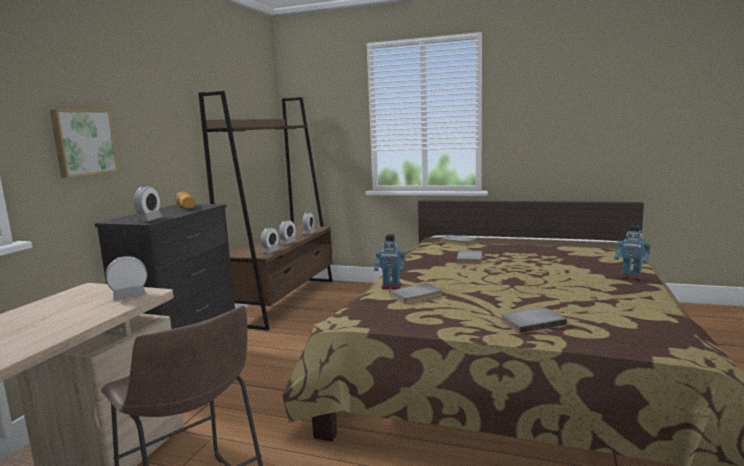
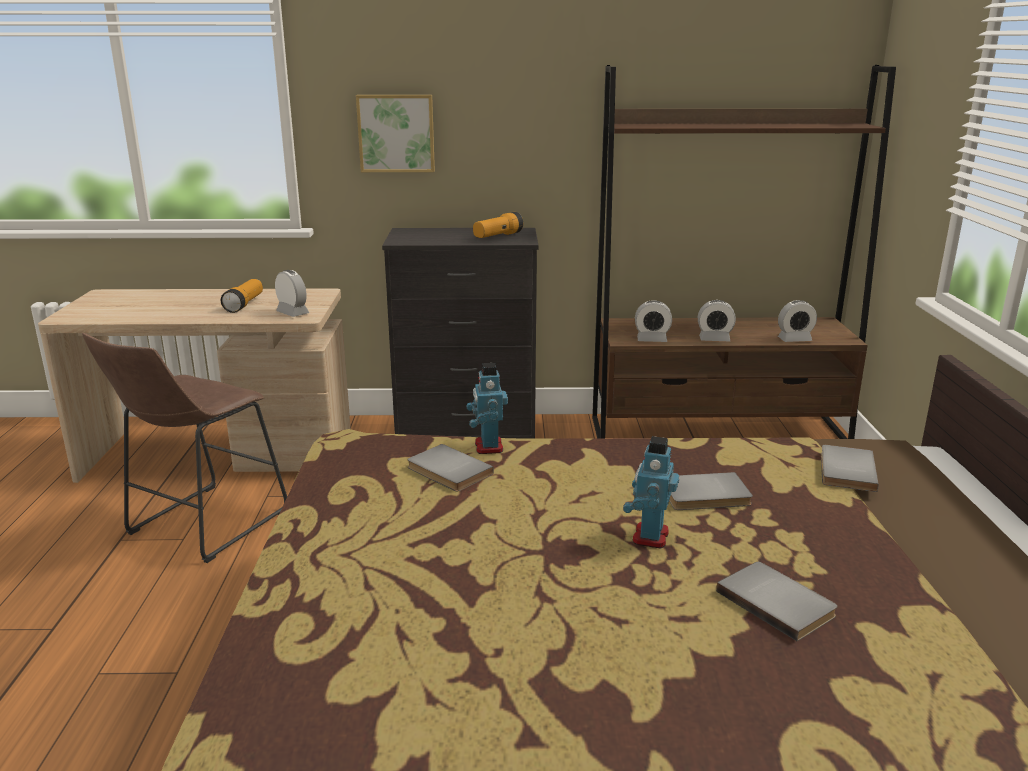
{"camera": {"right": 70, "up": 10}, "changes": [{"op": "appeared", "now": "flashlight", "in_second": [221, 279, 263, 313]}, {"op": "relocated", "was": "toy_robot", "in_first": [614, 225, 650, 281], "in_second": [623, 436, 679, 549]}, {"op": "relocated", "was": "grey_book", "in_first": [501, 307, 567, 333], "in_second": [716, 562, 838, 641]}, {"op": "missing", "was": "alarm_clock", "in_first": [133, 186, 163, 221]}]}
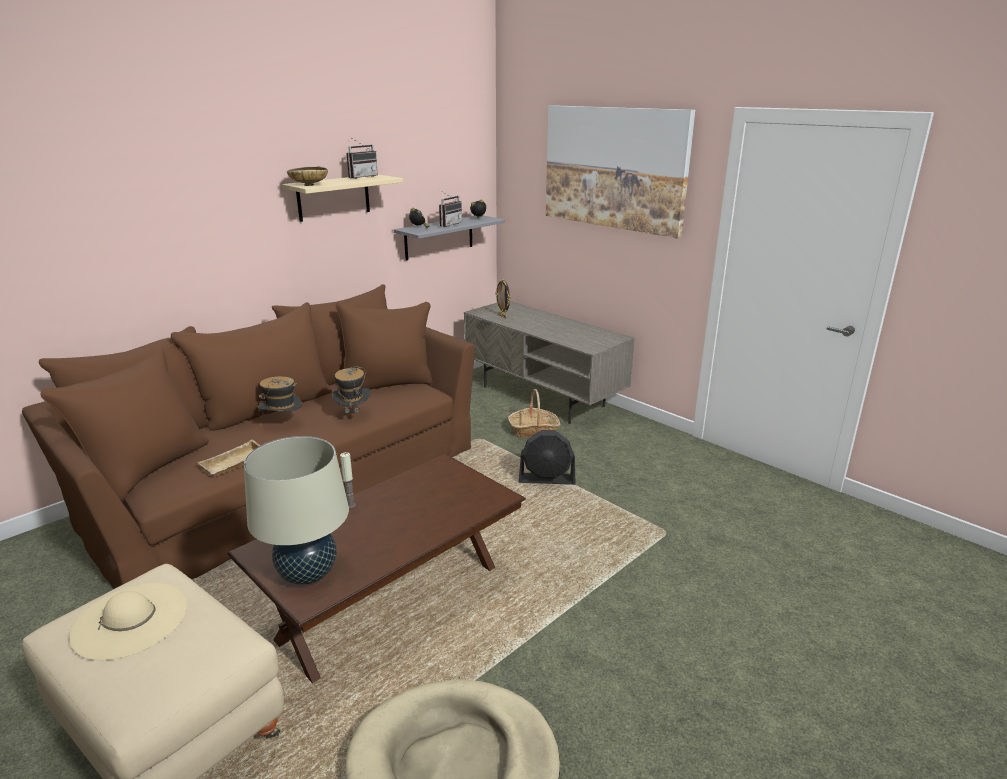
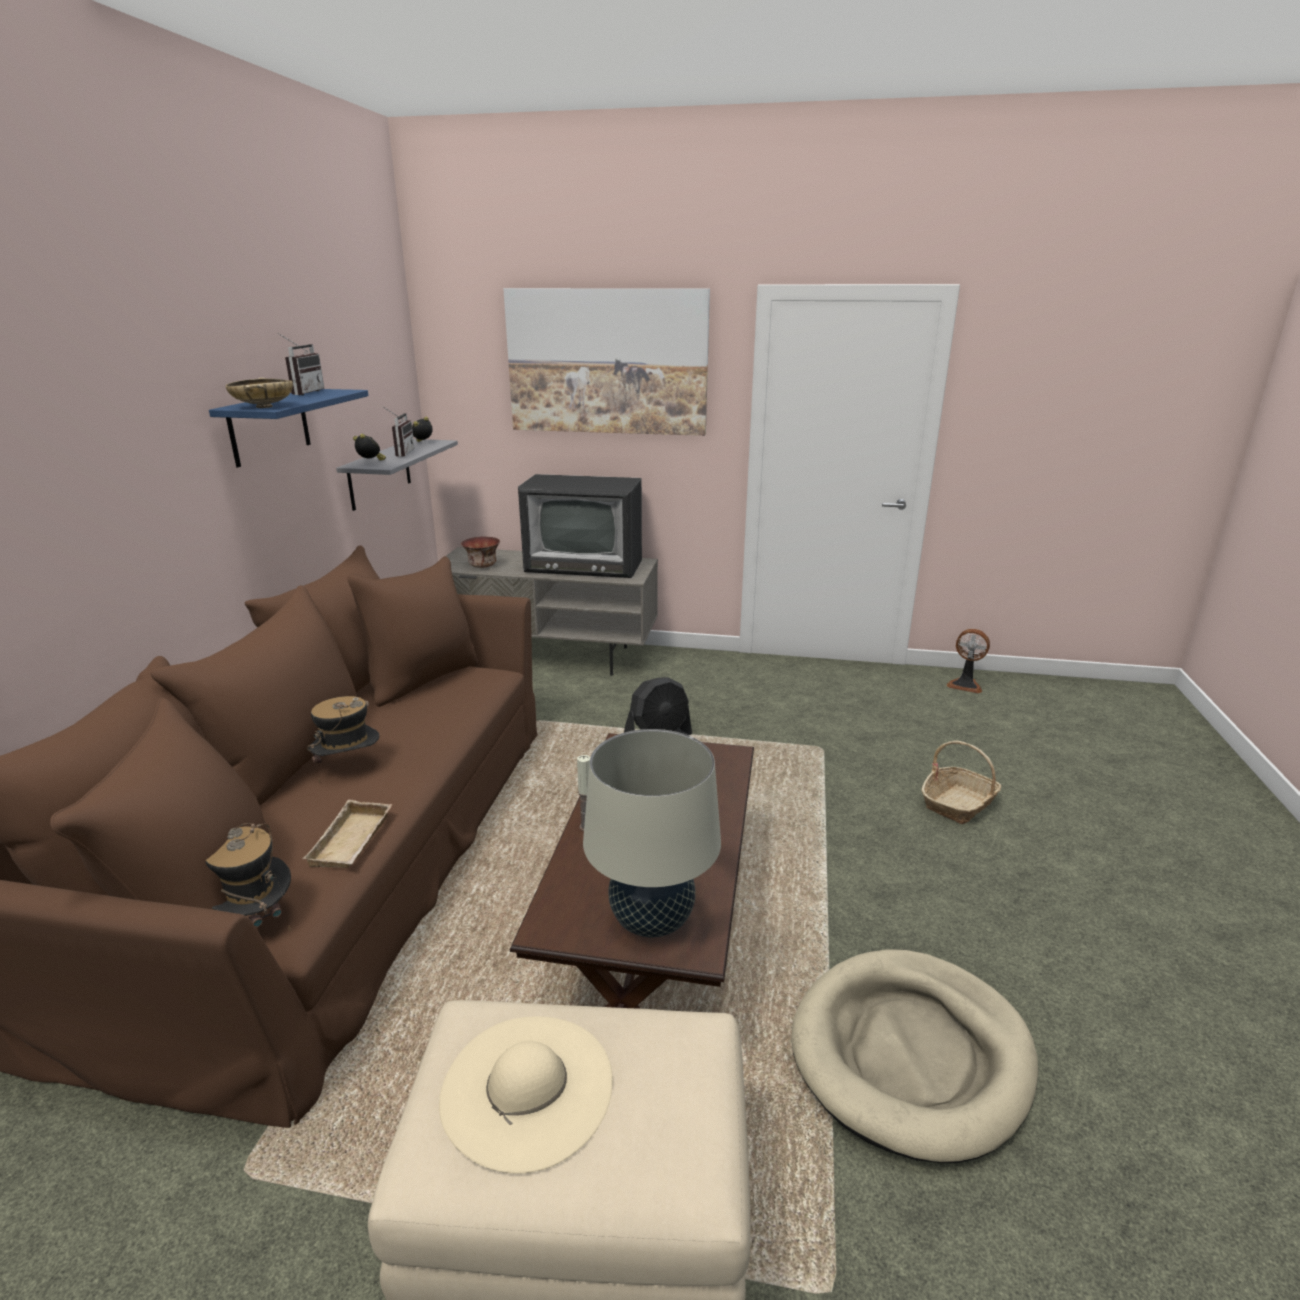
{"camera": {"right": -35, "up": 0}, "changes": [{"op": "relocated", "was": "hat", "in_first": [332, 366, 370, 422], "in_second": [206, 823, 291, 931]}, {"op": "colour", "was": "beige_shelf", "now": "blue_shelf", "in_first": [282, 174, 403, 222], "in_second": [209, 389, 368, 467]}, {"op": "exchanged", "was": "picture_frame", "now": "bowl", "in_first": [495, 279, 510, 318], "in_second": [461, 537, 500, 568]}, {"op": "appeared", "now": "television", "in_second": [518, 474, 642, 578]}, {"op": "relocated", "was": "basket", "in_first": [508, 389, 561, 437], "in_second": [921, 740, 1001, 824]}, {"op": "appeared", "now": "fan", "in_second": [946, 629, 990, 693]}]}
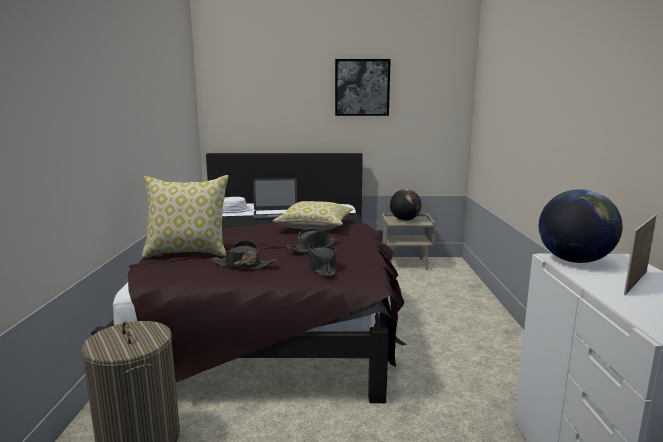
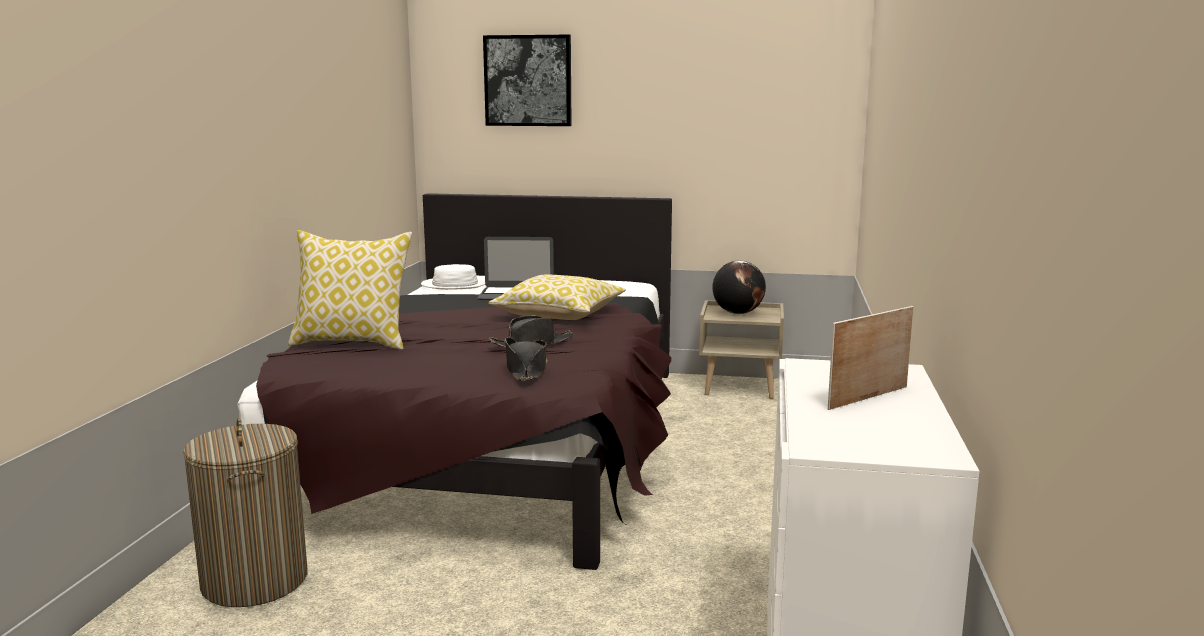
{"camera": {"right": 10, "up": 0}, "changes": [{"op": "relocated", "was": "picture", "in_first": [335, 59, 391, 116], "in_second": [483, 35, 572, 126]}, {"op": "missing", "was": "black_hat", "in_first": [211, 240, 276, 269]}, {"op": "missing", "was": "globe", "in_first": [539, 189, 623, 263]}]}
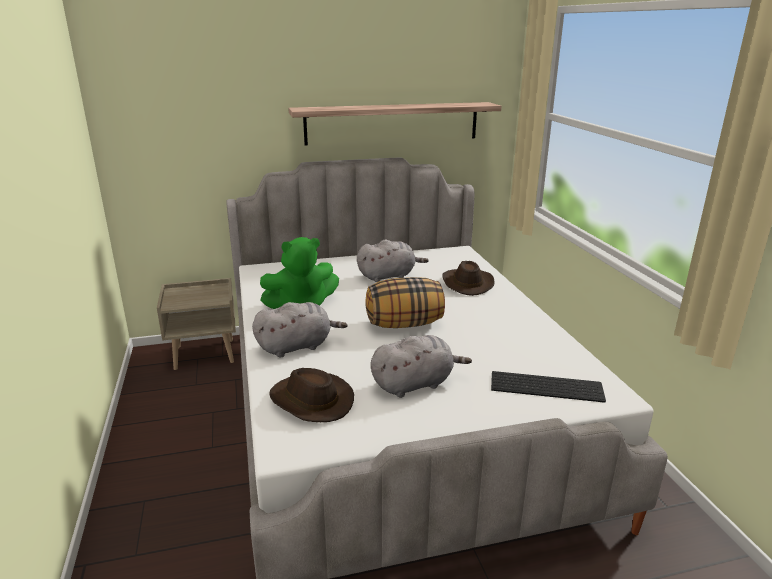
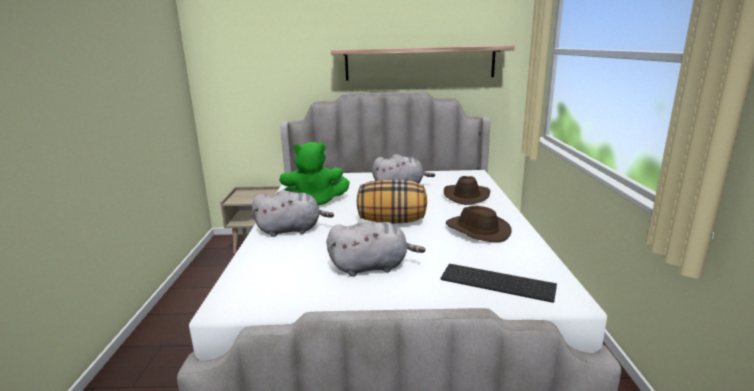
{"camera": {"right": 15, "up": -5}, "changes": [{"op": "relocated", "was": "brown_hat", "in_first": [269, 368, 354, 422], "in_second": [446, 206, 512, 242]}]}
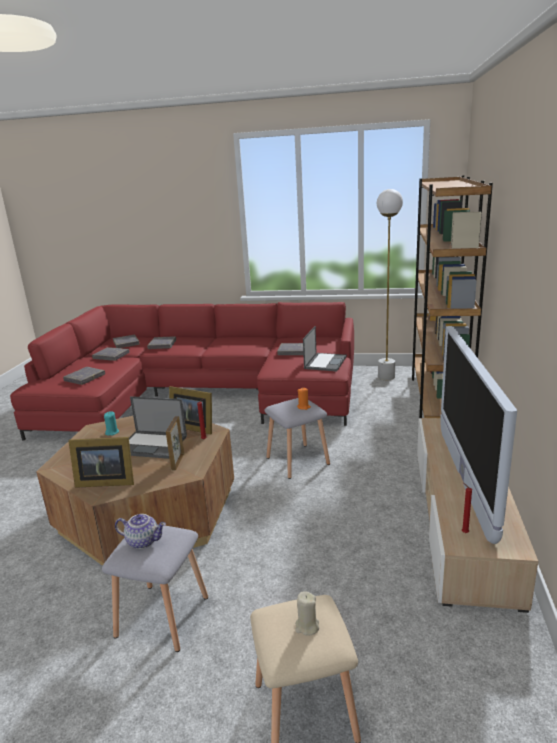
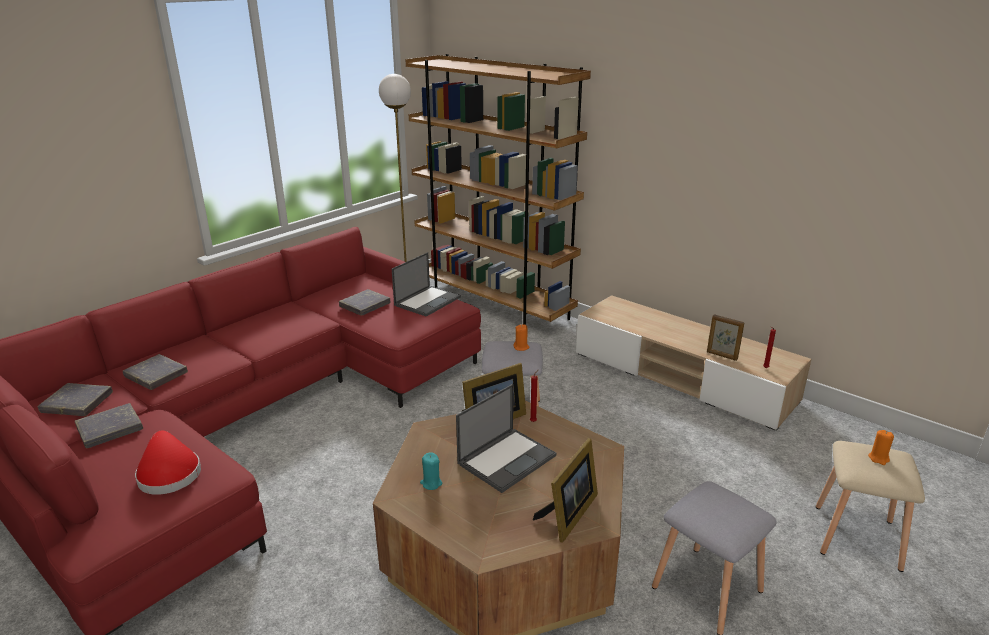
{"camera": {"right": -60, "up": 5}, "changes": [{"op": "exchanged", "was": "grey_book", "now": "red_hat", "in_first": [63, 367, 105, 385], "in_second": [135, 430, 201, 495]}, {"op": "spun", "was": "laptop", "in_first": [303, 326, 347, 372], "in_second": [392, 252, 461, 317], "clockwise": 75}, {"op": "relocated", "was": "picture_frame", "in_first": [166, 416, 184, 470], "in_second": [707, 314, 745, 361]}, {"op": "colour", "was": "beige_candle", "now": "orange_candle", "in_first": [295, 592, 319, 636], "in_second": [868, 430, 894, 465]}, {"op": "missing", "was": "teapot", "in_first": [115, 514, 166, 549]}, {"op": "missing", "was": "television", "in_first": [440, 326, 517, 544]}]}
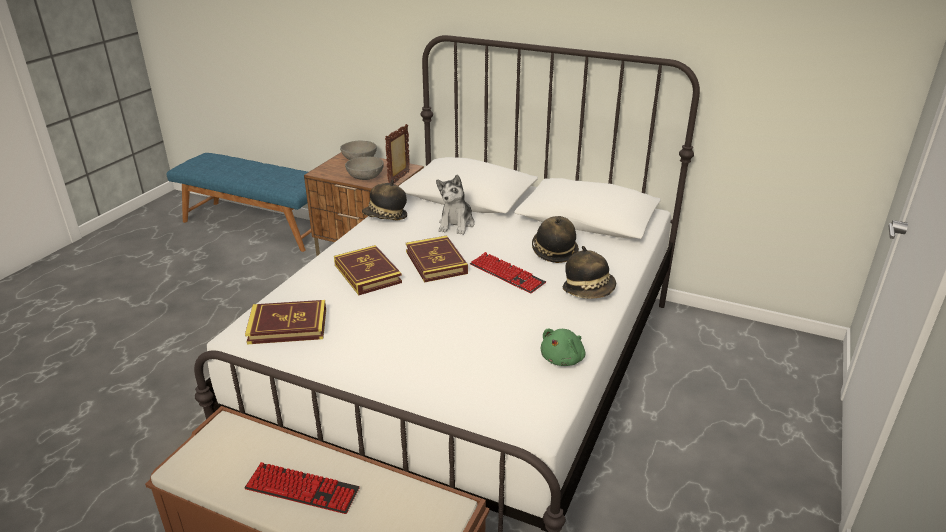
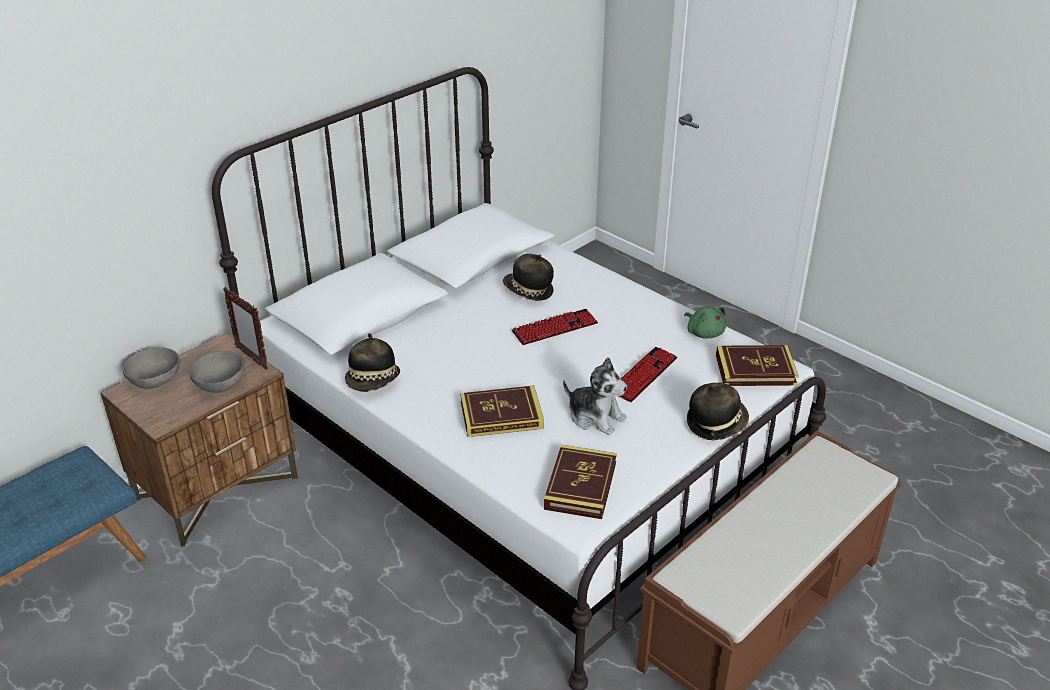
{"camera": {"right": -70, "up": 5}, "changes": [{"op": "relocated", "was": "plush_toy", "in_first": [436, 174, 475, 235], "in_second": [563, 357, 627, 435]}, {"op": "relocated", "was": "keyboard", "in_first": [244, 462, 360, 514], "in_second": [619, 347, 677, 402]}, {"op": "relocated", "was": "hat", "in_first": [563, 246, 616, 299], "in_second": [687, 383, 749, 440]}, {"op": "relocated", "was": "book", "in_first": [406, 236, 468, 283], "in_second": [716, 345, 799, 386]}]}
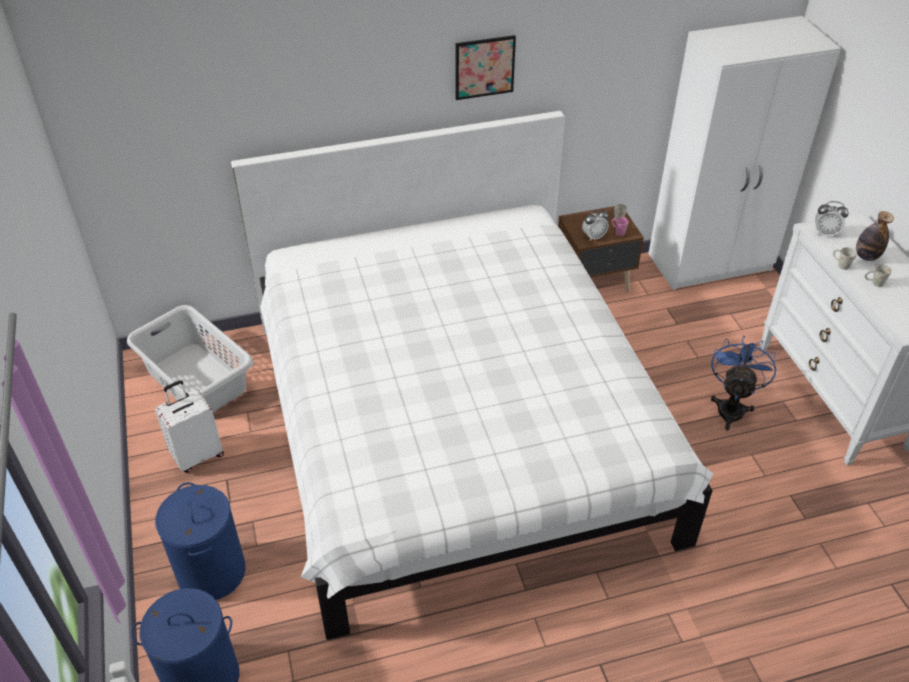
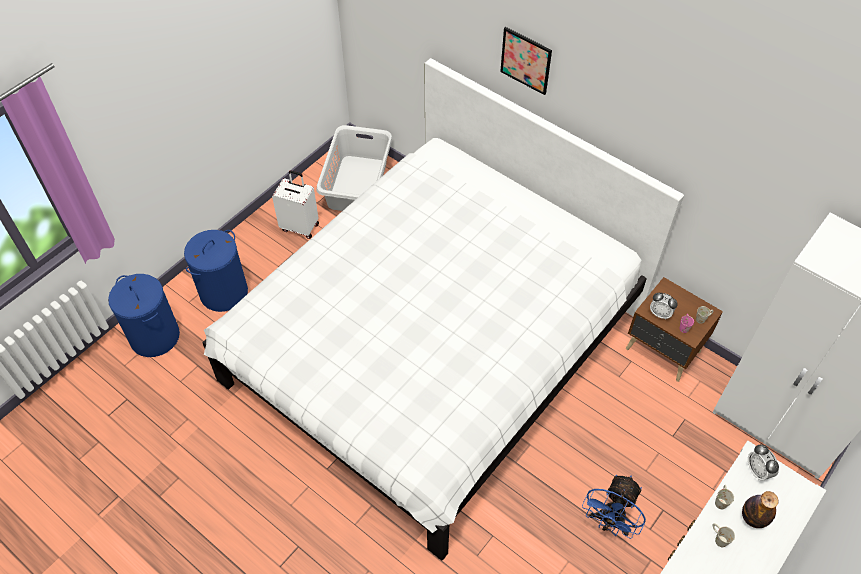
{"camera": {"right": 55, "up": 10}, "changes": [{"op": "relocated", "was": "picture", "in_first": [455, 35, 516, 100], "in_second": [500, 27, 552, 95]}, {"op": "spun", "was": "blue_fan", "in_first": [711, 335, 776, 430], "in_second": [582, 475, 646, 539], "clockwise": 135}]}
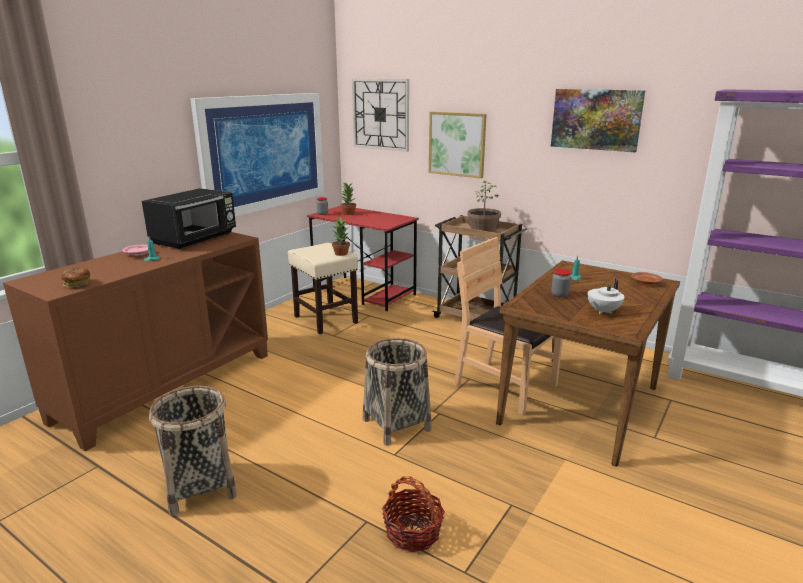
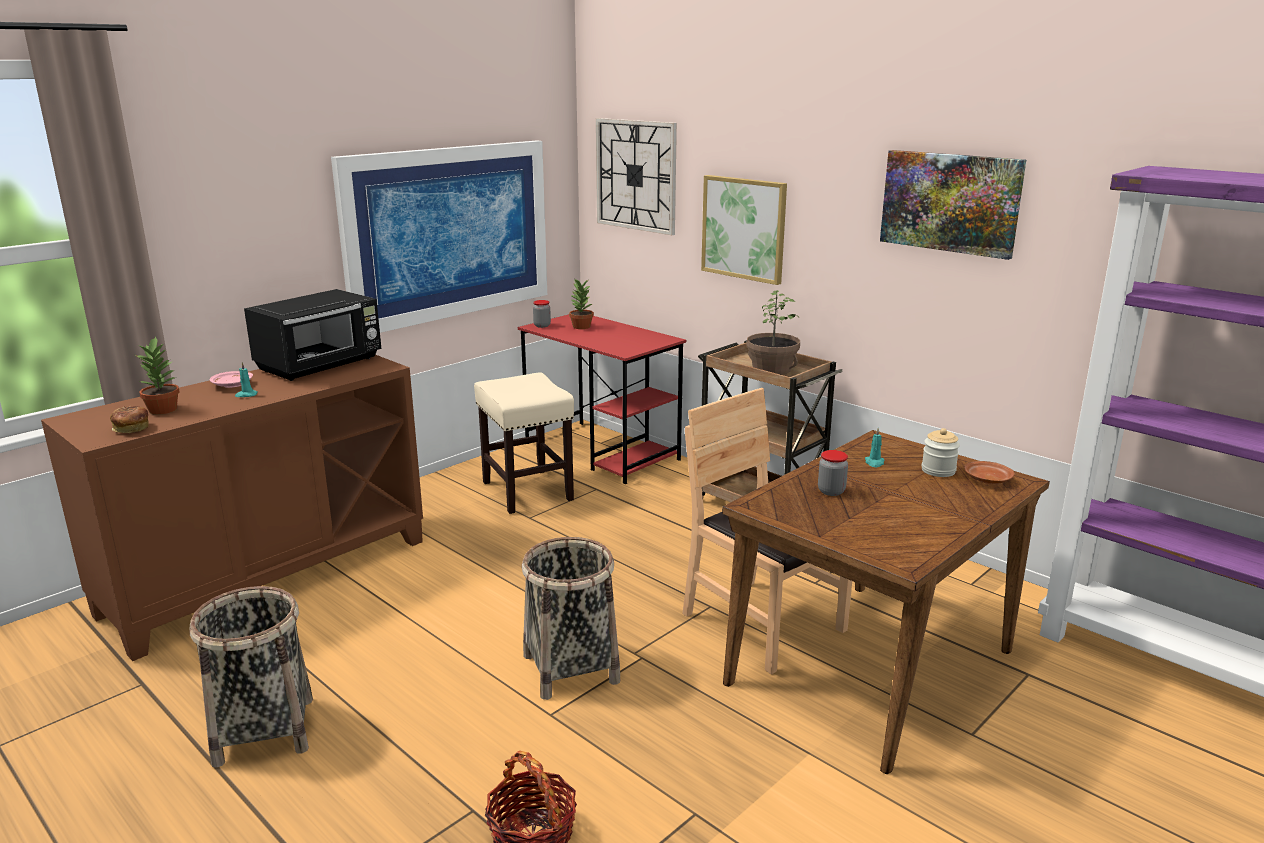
{"camera": {"right": 10, "up": 0}, "changes": [{"op": "relocated", "was": "potted_plant", "in_first": [332, 217, 350, 256], "in_second": [135, 336, 179, 415]}, {"op": "appeared", "now": "jar", "in_second": [922, 428, 960, 477]}, {"op": "missing", "was": "white_teapot", "in_first": [588, 278, 624, 314]}]}
